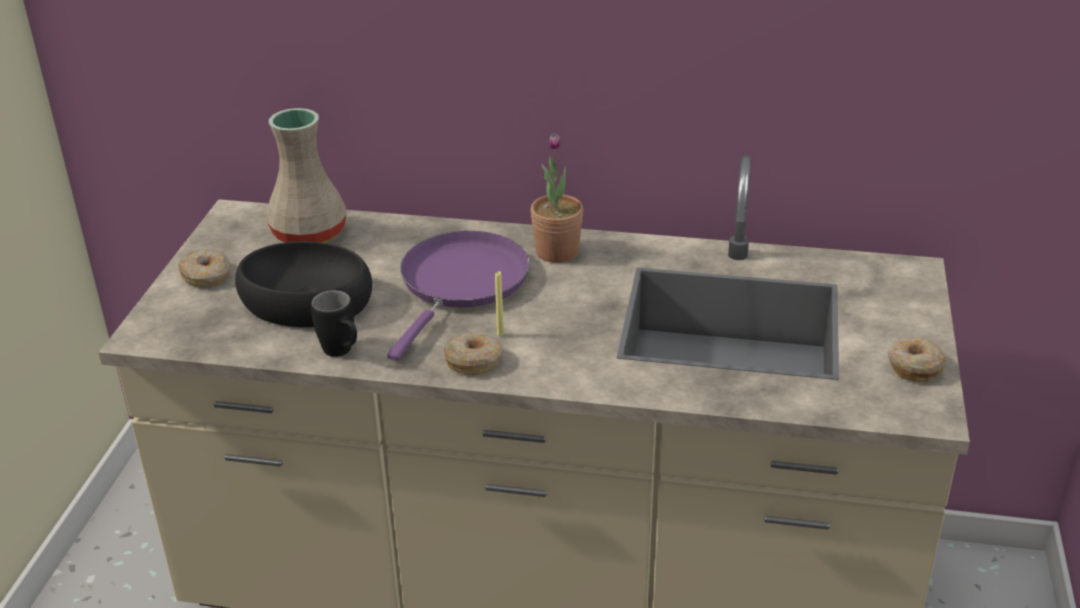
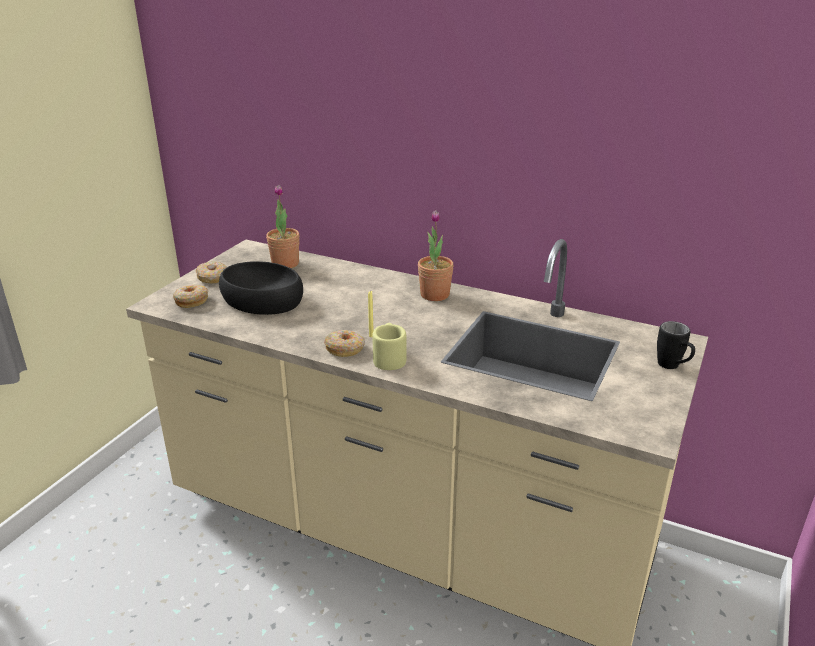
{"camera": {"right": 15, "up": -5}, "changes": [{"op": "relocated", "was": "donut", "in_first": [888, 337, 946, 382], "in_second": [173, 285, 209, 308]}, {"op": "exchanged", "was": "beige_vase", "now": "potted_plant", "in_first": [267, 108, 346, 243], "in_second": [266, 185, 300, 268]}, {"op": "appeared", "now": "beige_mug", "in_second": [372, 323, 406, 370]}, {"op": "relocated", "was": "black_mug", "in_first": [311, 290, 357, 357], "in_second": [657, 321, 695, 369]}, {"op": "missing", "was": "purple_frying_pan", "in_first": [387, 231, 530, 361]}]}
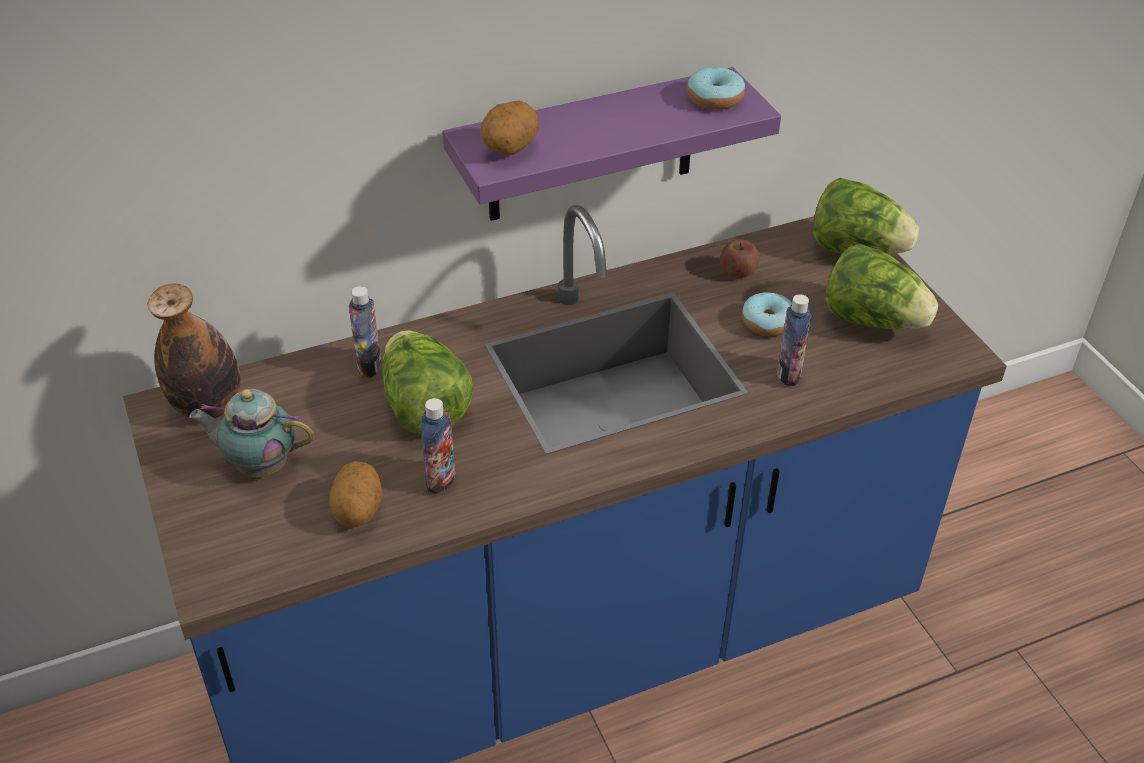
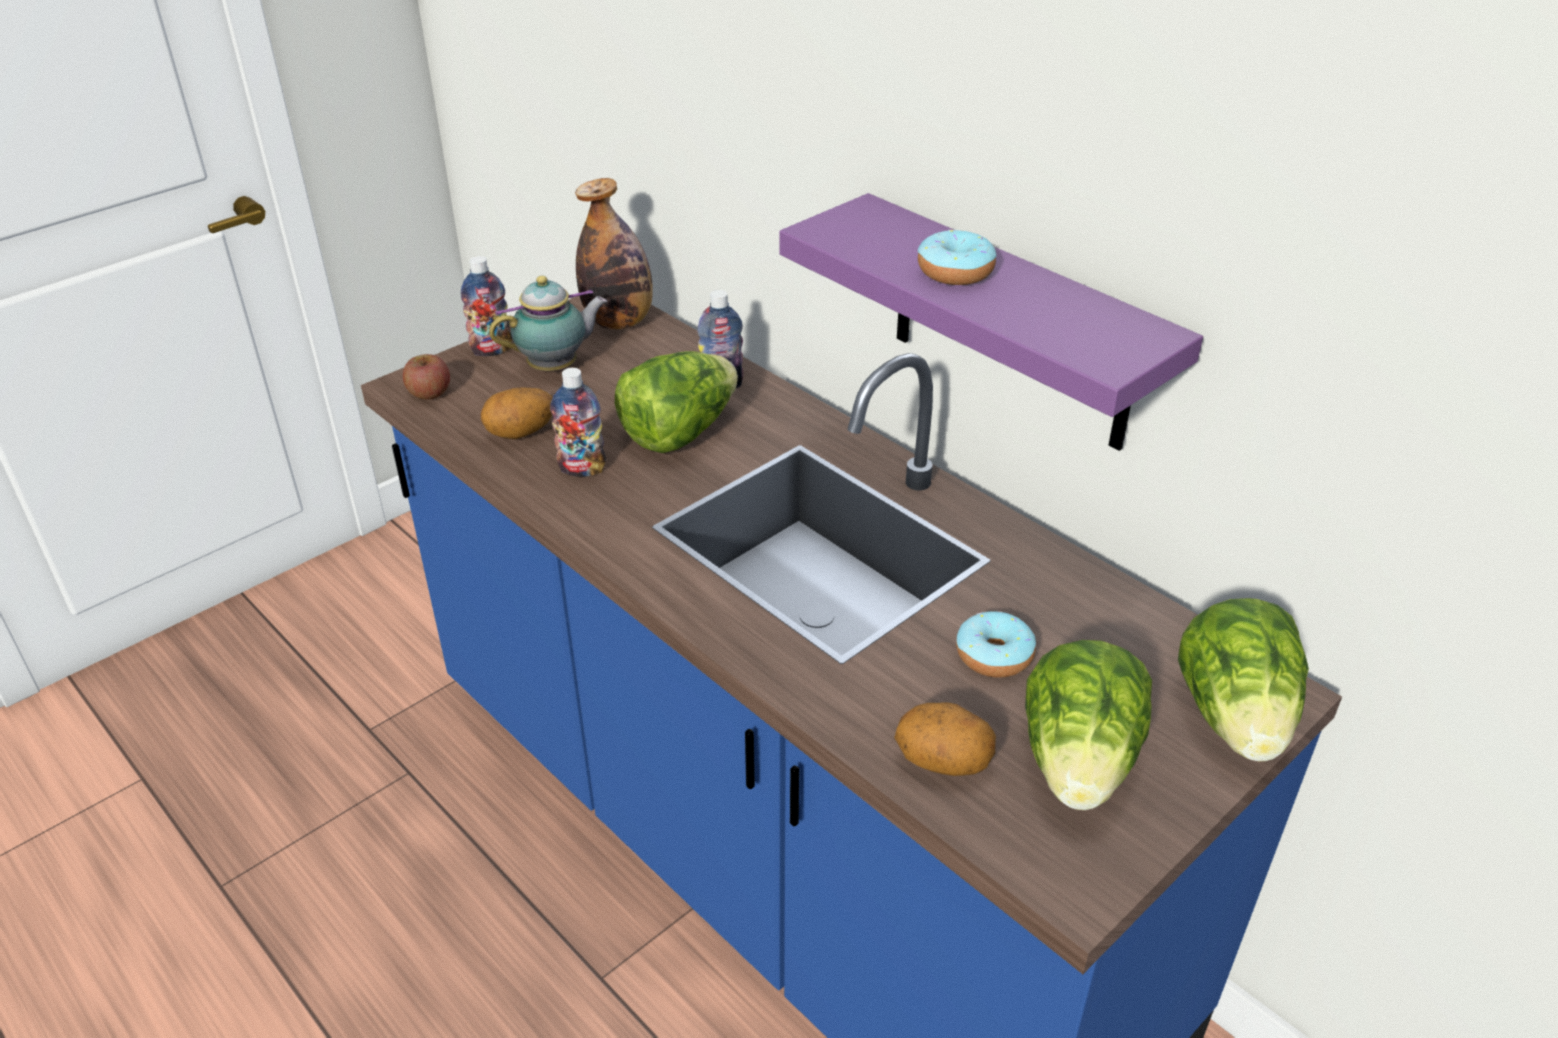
{"camera": {"right": 70, "up": -5}, "changes": [{"op": "relocated", "was": "apple", "in_first": [720, 239, 760, 278], "in_second": [403, 354, 450, 400]}, {"op": "relocated", "was": "bottle", "in_first": [777, 294, 811, 386], "in_second": [461, 256, 512, 356]}, {"op": "spun", "was": "teapot", "in_first": [189, 389, 314, 477], "in_second": [489, 276, 608, 371], "clockwise": 75}, {"op": "relocated", "was": "potato", "in_first": [480, 101, 539, 156], "in_second": [894, 702, 996, 776]}, {"op": "relocated", "was": "donut", "in_first": [687, 67, 745, 110], "in_second": [918, 230, 996, 285]}]}
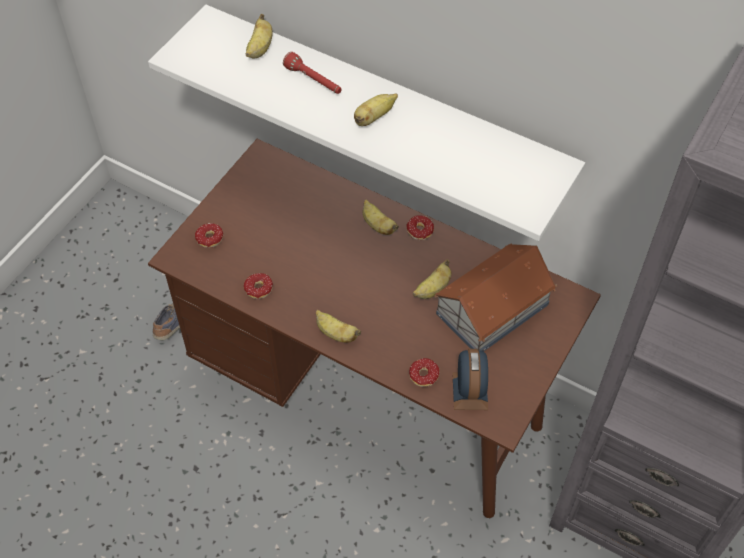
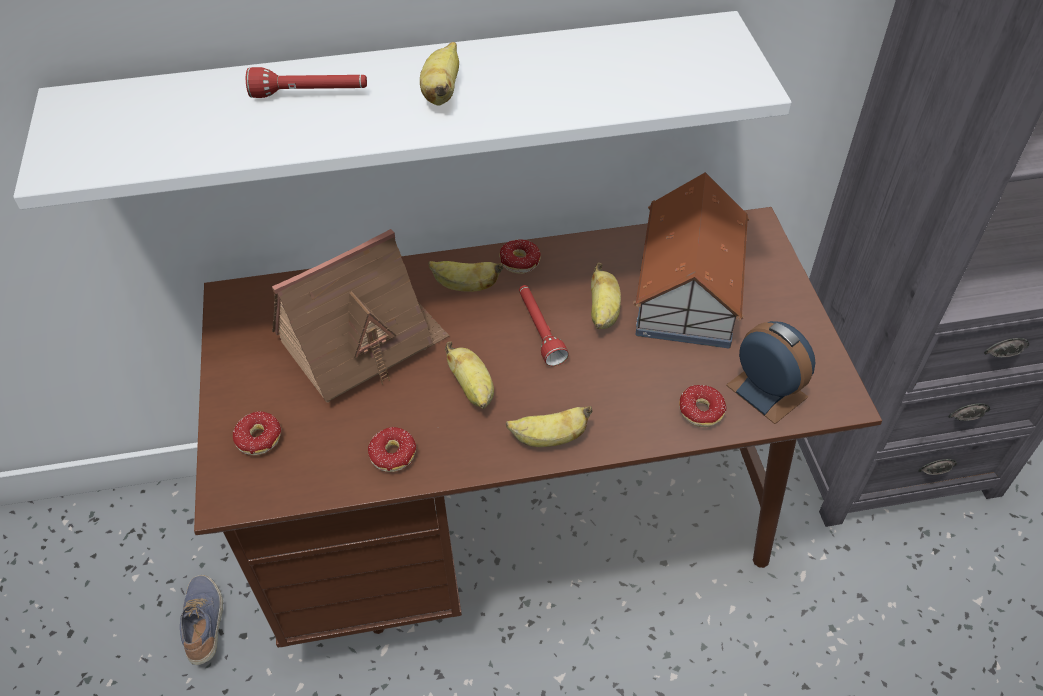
{"camera": {"right": -40, "up": -5}, "changes": [{"op": "appeared", "now": "toy_house", "in_second": [272, 229, 449, 403]}, {"op": "relocated", "was": "banana", "in_first": [245, 14, 272, 58], "in_second": [445, 342, 494, 409]}, {"op": "appeared", "now": "red_flashlight", "in_second": [519, 285, 569, 366]}]}
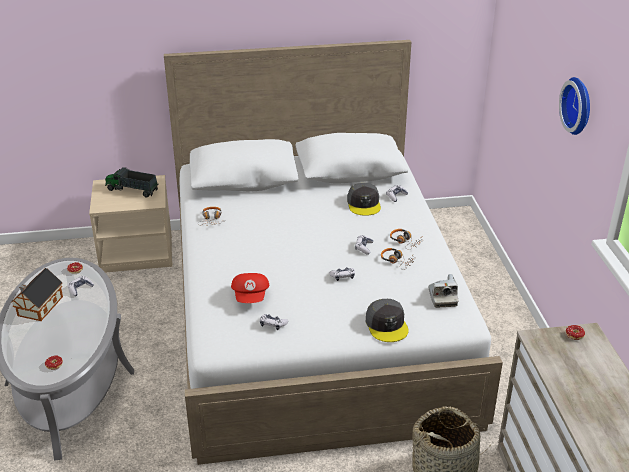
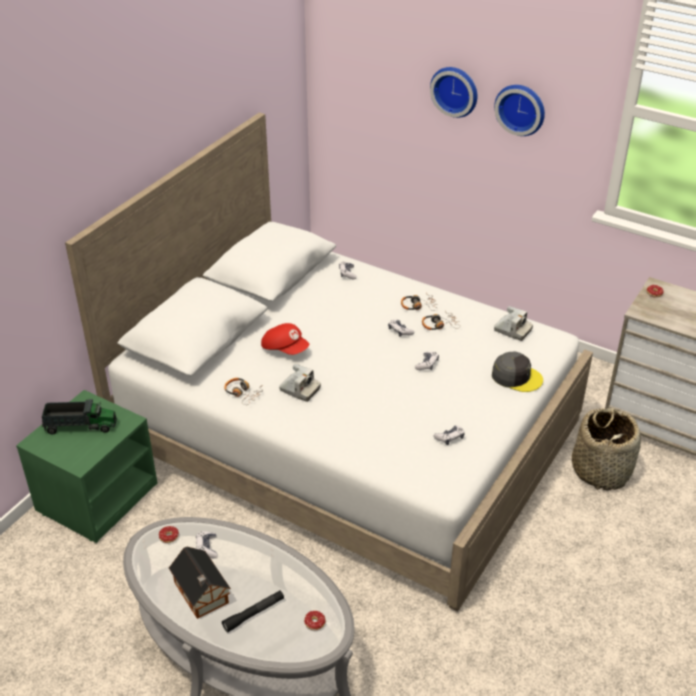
{"camera": {"right": -50, "up": 5}, "changes": [{"op": "colour", "was": "beige_nightstand", "now": "green_nightstand", "in_first": [89, 175, 173, 273], "in_second": [16, 390, 157, 543]}, {"op": "spun", "was": "toy_truck", "in_first": [105, 167, 158, 197], "in_second": [42, 398, 117, 434], "clockwise": -150}, {"op": "appeared", "now": "black_flashlight", "in_second": [222, 590, 284, 632]}, {"op": "relocated", "was": "red_cap", "in_first": [231, 273, 269, 303], "in_second": [261, 323, 309, 355]}, {"op": "appeared", "now": "photo_camera", "in_second": [279, 364, 321, 402]}, {"op": "appeared", "now": "wall_clock", "in_second": [430, 67, 477, 118]}, {"op": "missing", "was": "grey_cap", "in_first": [347, 183, 381, 216]}]}
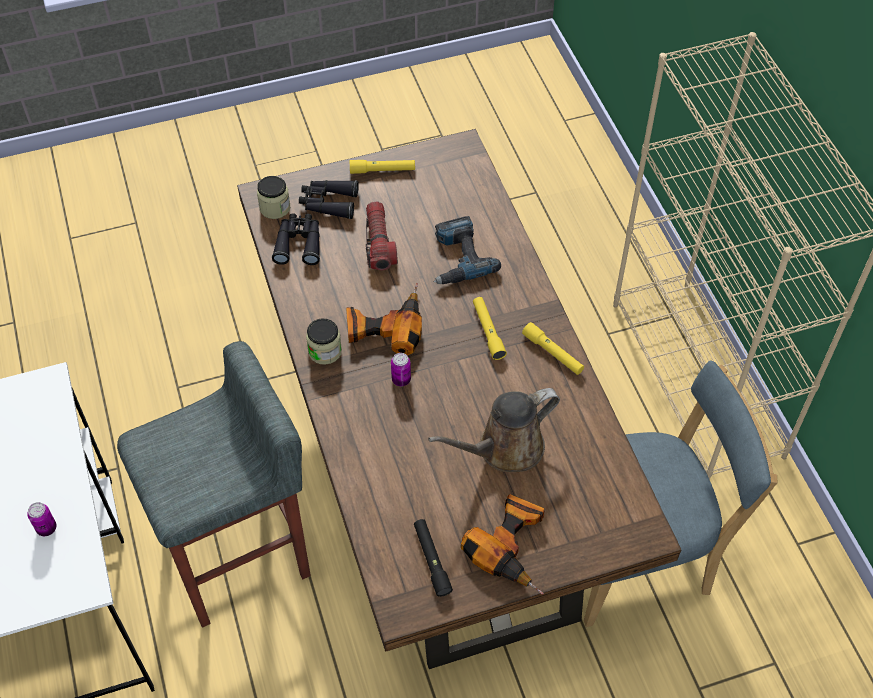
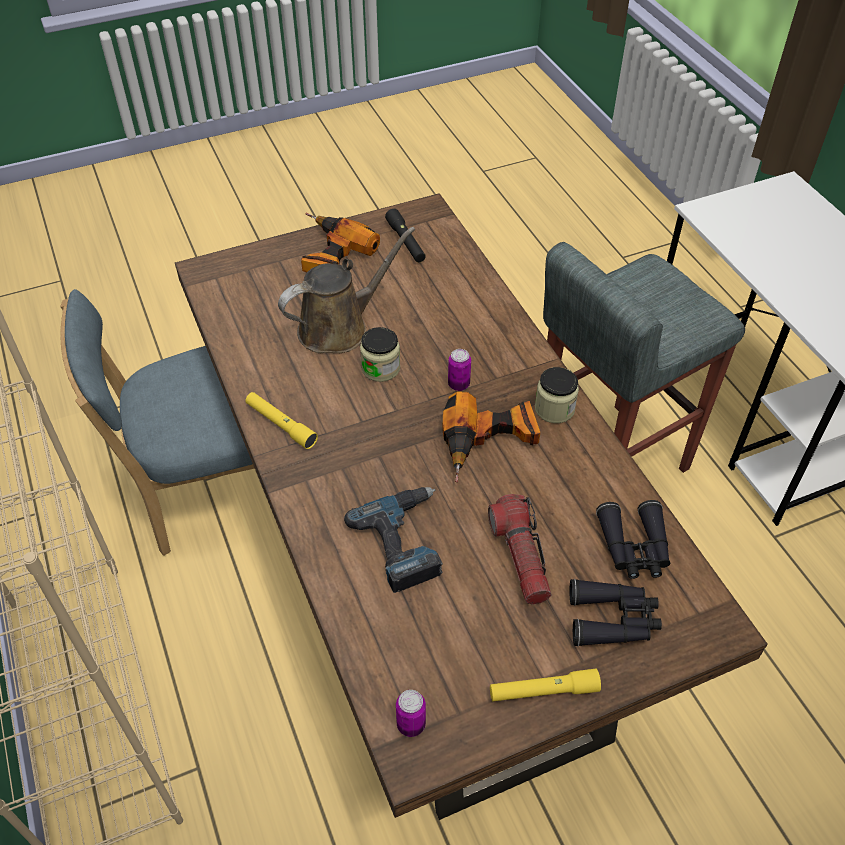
{"camera": {"right": 175, "up": -5}, "changes": [{"op": "relocated", "was": "jar", "in_first": [257, 176, 290, 219], "in_second": [360, 327, 400, 382]}, {"op": "relocated", "was": "can", "in_first": [27, 502, 57, 536], "in_second": [396, 690, 426, 737]}, {"op": "missing", "was": "yellow_flashlight", "in_first": [473, 297, 507, 360]}]}
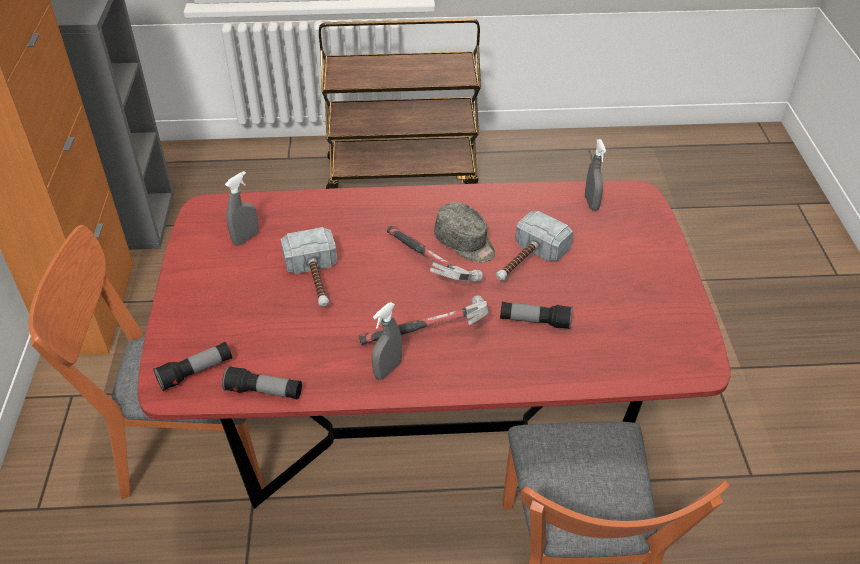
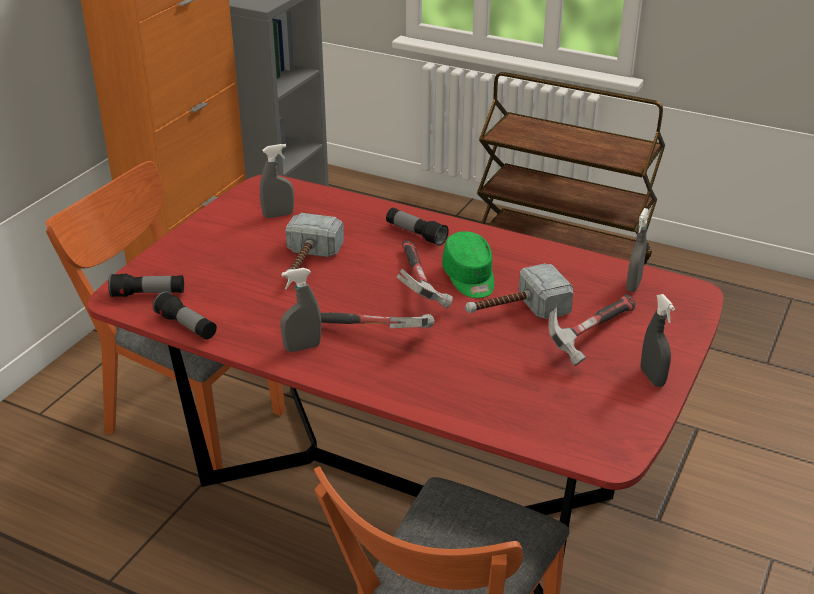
{"camera": {"right": 30, "up": -10}, "changes": [{"op": "relocated", "was": "flashlight", "in_first": [500, 302, 573, 330], "in_second": [386, 208, 449, 246]}, {"op": "colour", "was": "grey_cap", "now": "green_cap", "in_first": [434, 202, 495, 262], "in_second": [442, 231, 494, 298]}, {"op": "appeared", "now": "hammer", "in_second": [548, 295, 635, 366]}, {"op": "appeared", "now": "grey_spray_bottle", "in_second": [641, 294, 675, 387]}]}
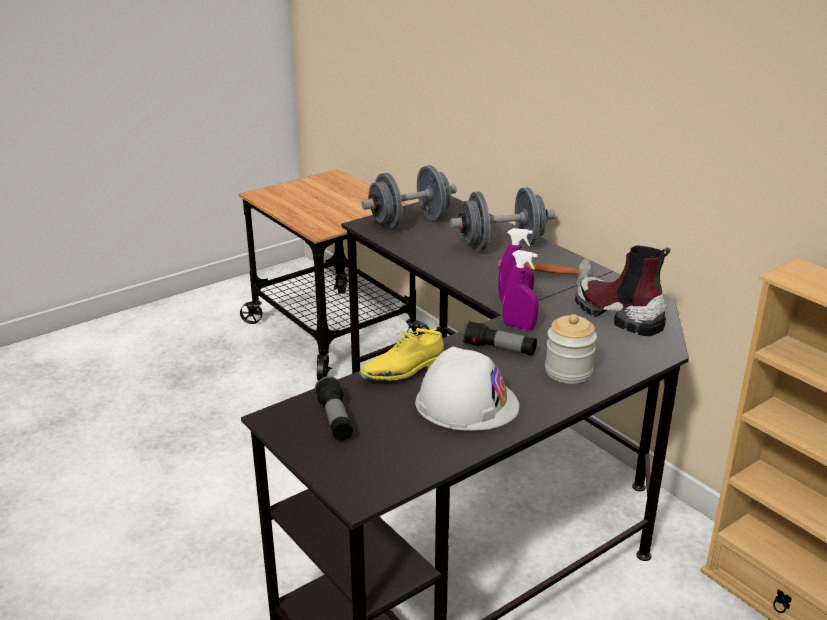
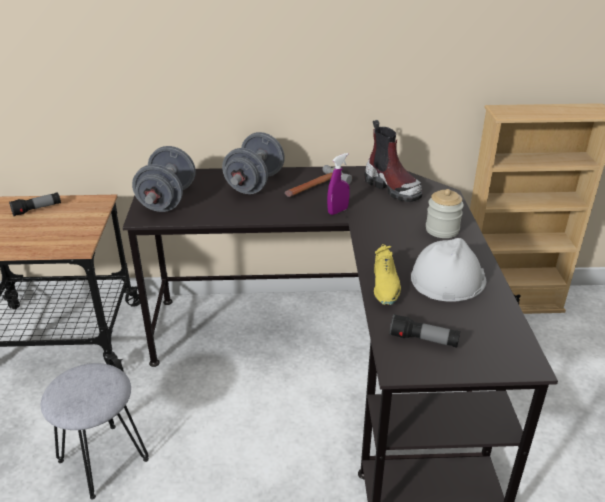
{"camera": {"right": -55, "up": 5}, "changes": [{"op": "relocated", "was": "flashlight", "in_first": [462, 321, 537, 356], "in_second": [9, 192, 61, 216]}, {"op": "appeared", "now": "grey_stool", "in_second": [41, 363, 149, 500]}, {"op": "spun", "was": "boot", "in_first": [575, 246, 671, 336], "in_second": [364, 120, 423, 202], "clockwise": -120}, {"op": "missing", "was": "purple_spray_bottle", "in_first": [503, 250, 539, 330]}]}
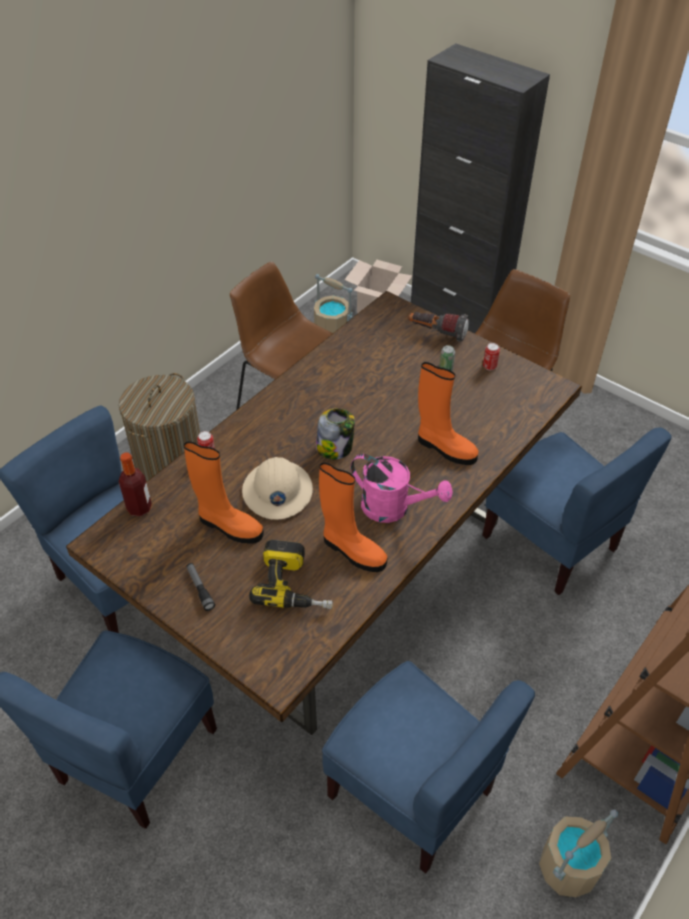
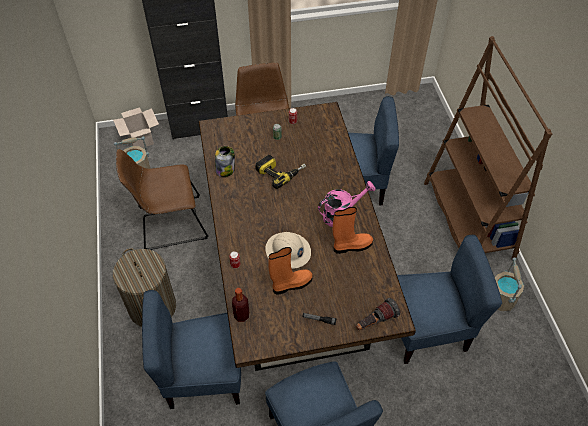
{"camera": {"right": -50, "up": 5}, "changes": [{"op": "relocated", "was": "jar", "in_first": [316, 408, 355, 460], "in_second": [215, 146, 235, 177]}, {"op": "relocated", "was": "power_drill", "in_first": [249, 540, 333, 609], "in_second": [255, 155, 306, 189]}, {"op": "relocated", "was": "flashlight", "in_first": [408, 312, 469, 342], "in_second": [356, 298, 400, 330]}, {"op": "missing", "was": "orange_boot", "in_first": [418, 362, 479, 465]}]}
